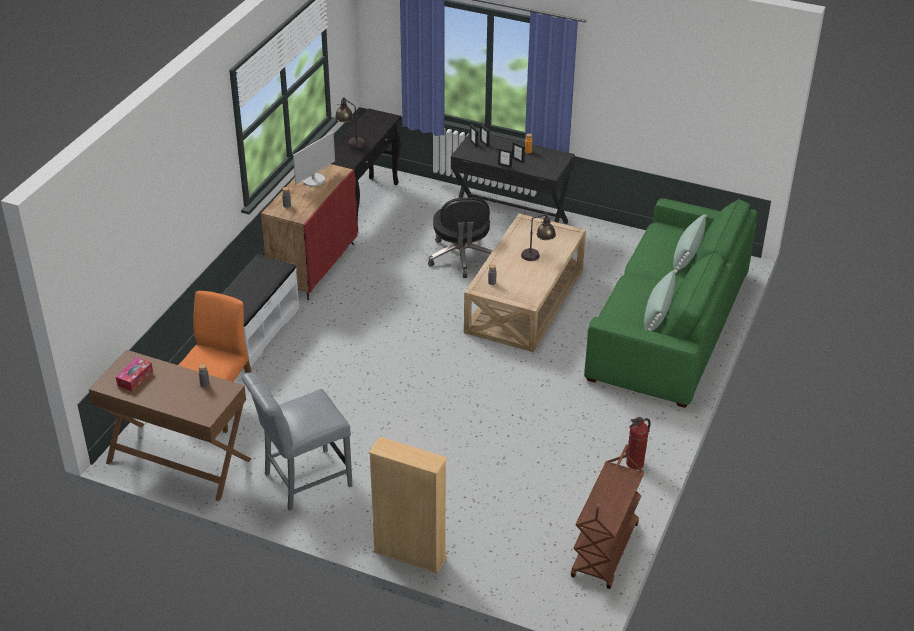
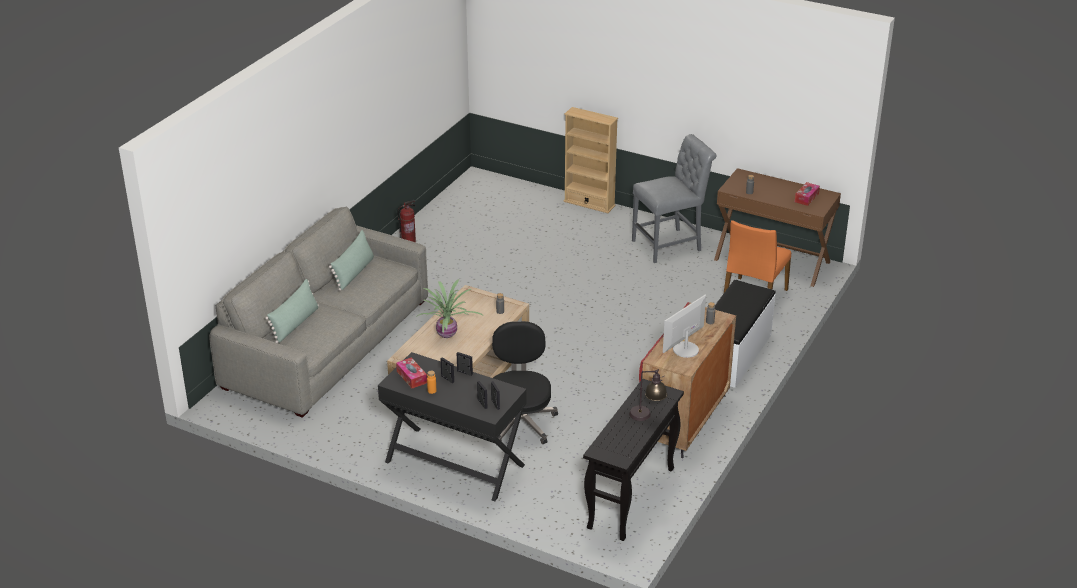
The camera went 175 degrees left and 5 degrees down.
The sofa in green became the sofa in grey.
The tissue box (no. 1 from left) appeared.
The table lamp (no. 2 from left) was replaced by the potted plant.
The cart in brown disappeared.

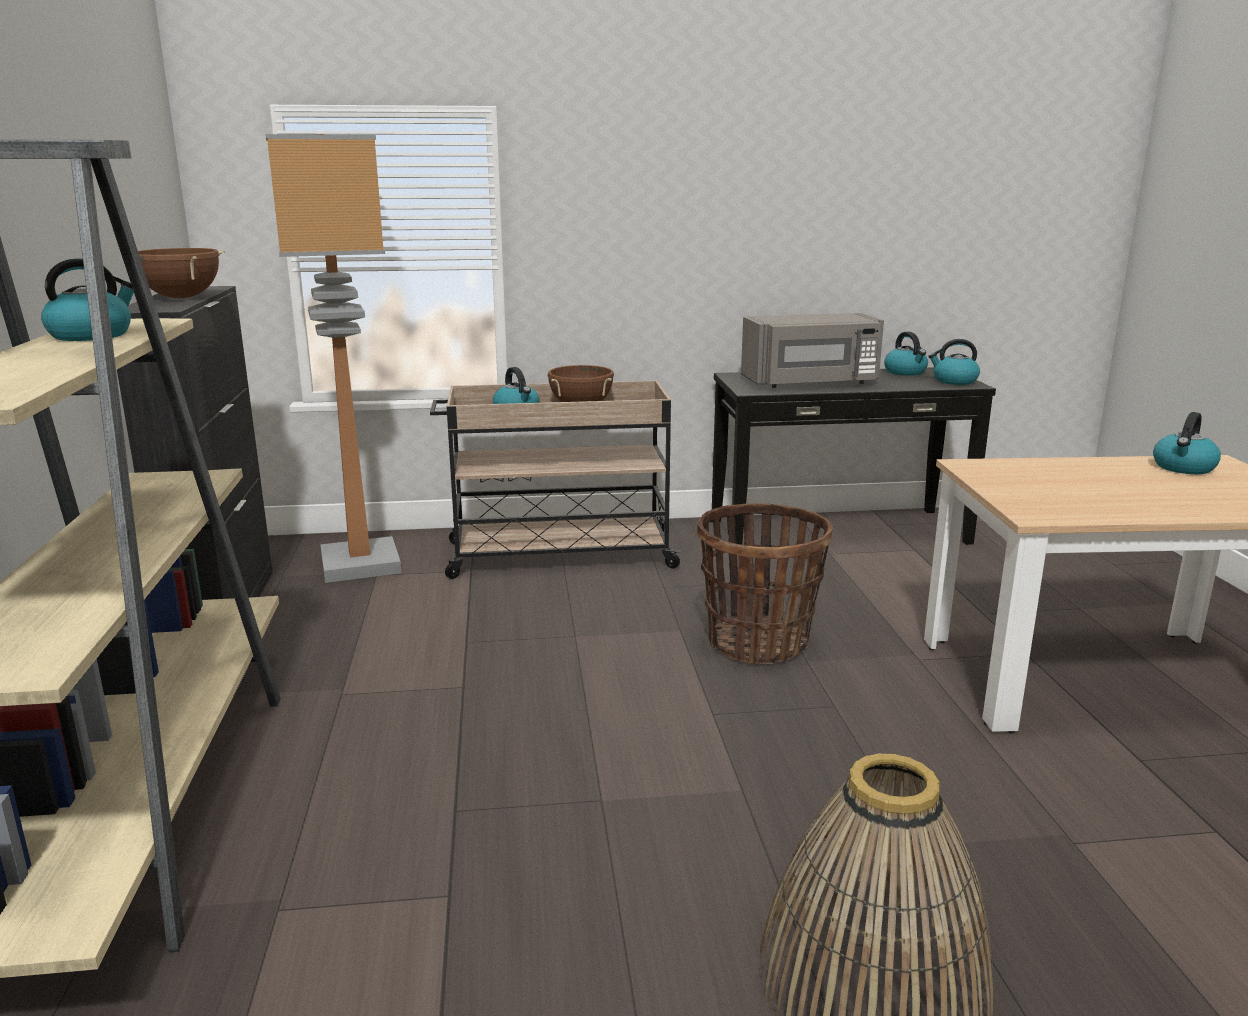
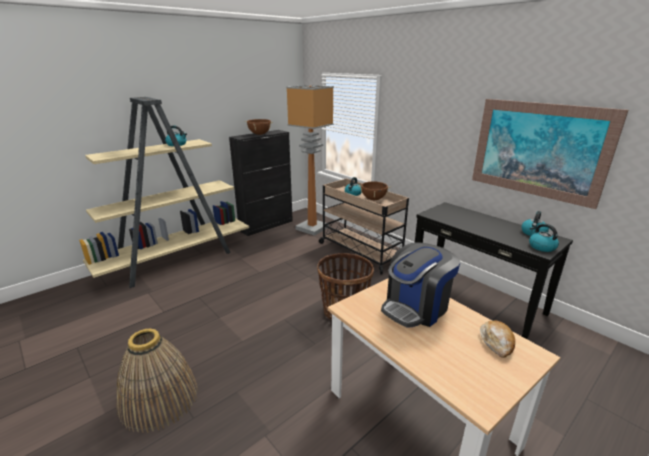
The camera went 55 degrees right and 5 degrees up.
The coffee machine appeared.
The picture appeared.
The kettle (no. 5 from left) was replaced by the bread.
The microwave in grey disappeared.

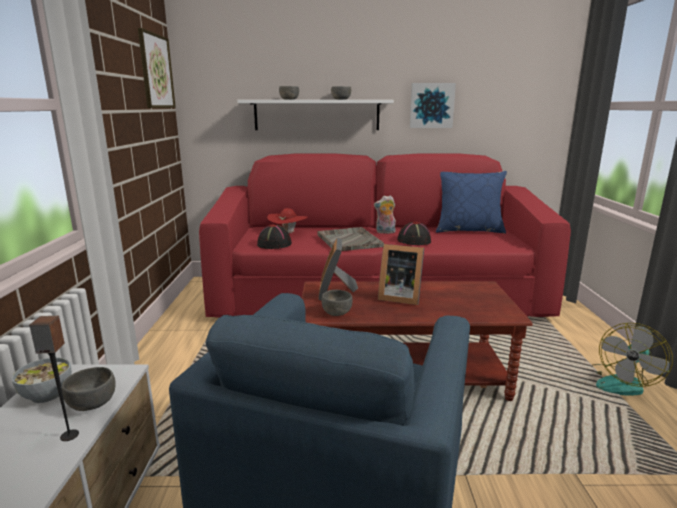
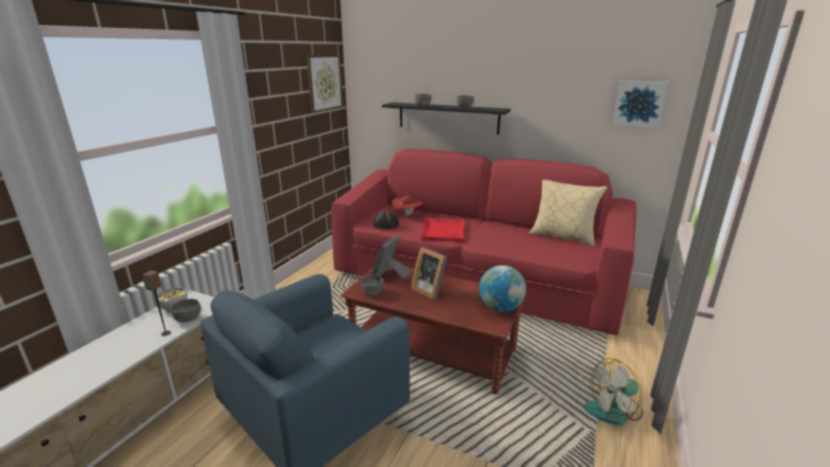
The camera went 25 degrees right and 5 degrees up.
The shelf in white became the shelf in black.
The tray in grey became the tray in red.
The globe appeared.
The pillow in blue became the pillow in beige.
The picture (no. 2 from left) moved.
The plush toy disappeared.
The hat in black (no. 2 from left) disappeared.

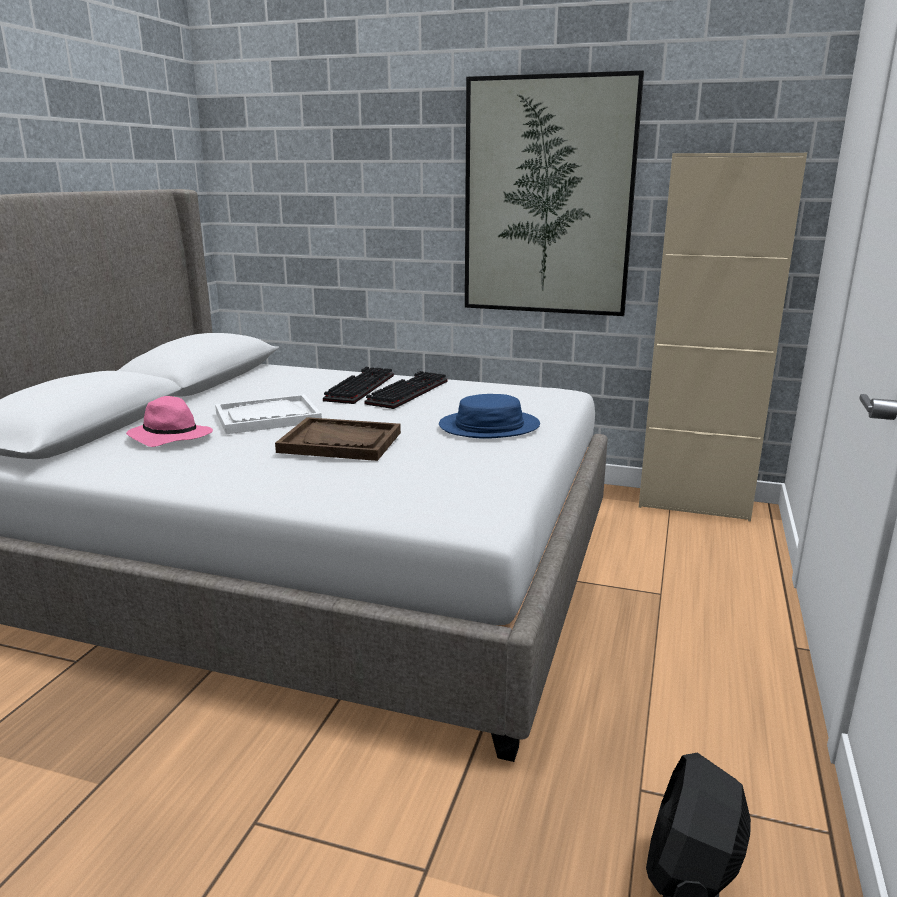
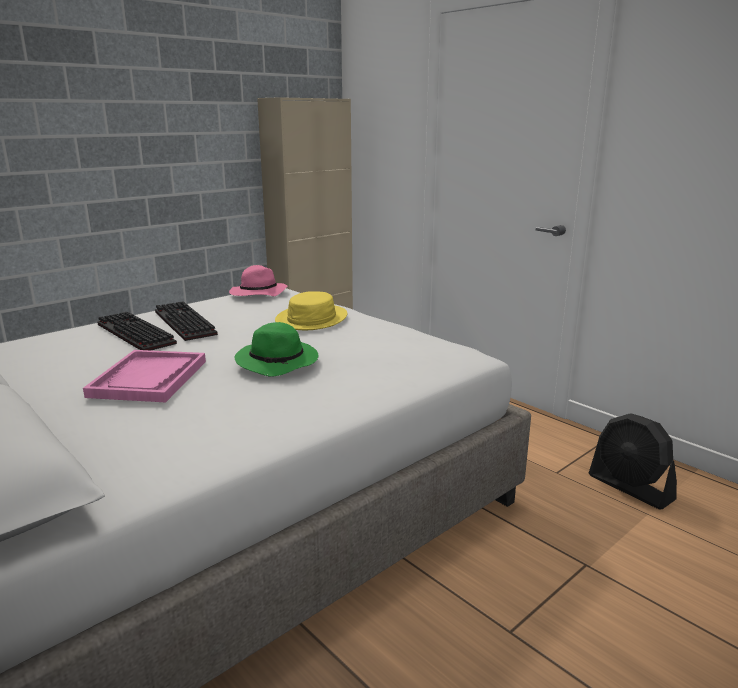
The camera went 60 degrees left and 0 degrees up.
The tray in white became the tray in pink.
The hat in pink moved.
The tray in brown was replaced by the hat in green.
The hat in blue became the hat in yellow.
The picture disappeared.

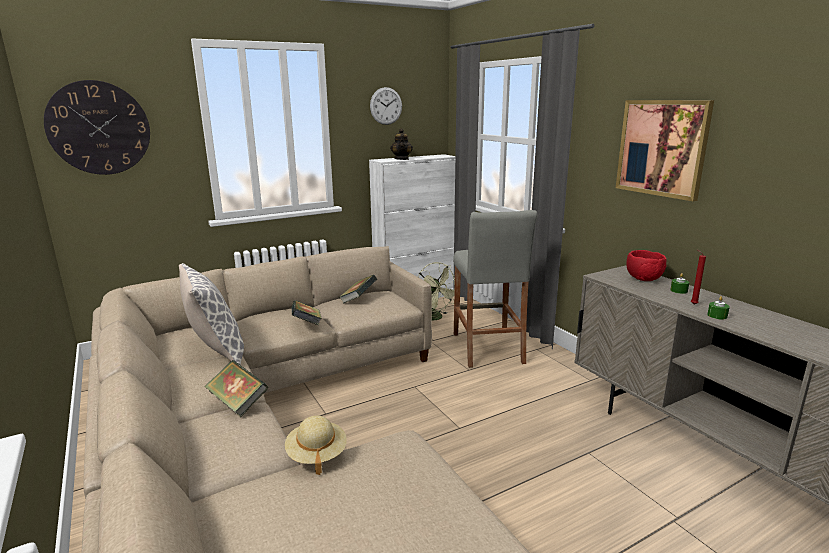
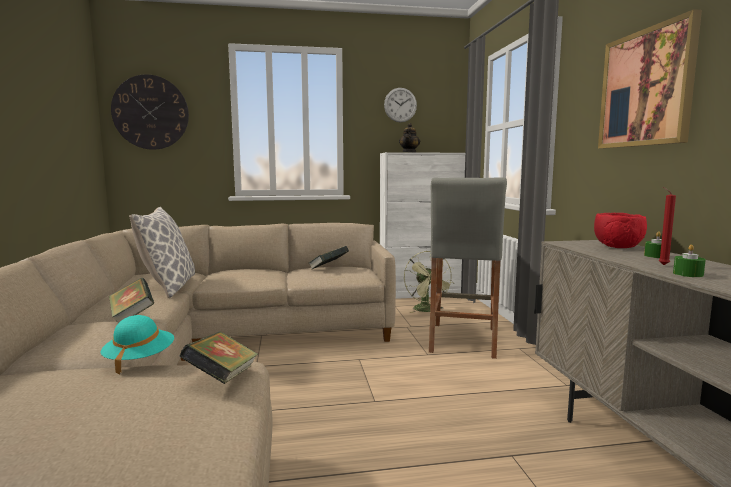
The camera went 20 degrees right and 10 degrees down.
The hat in beige became the hat in turquoise.
The book (no. 2 from left) moved.

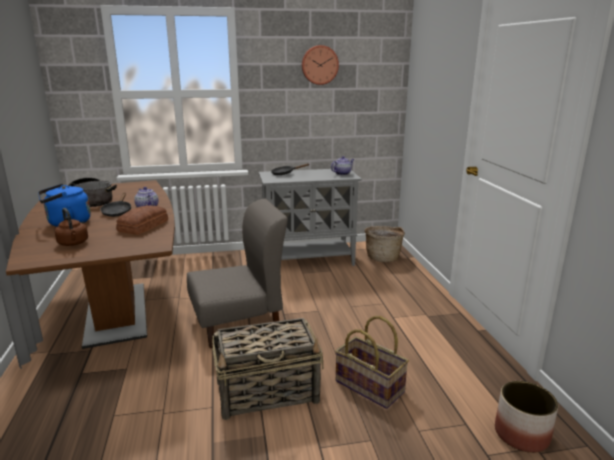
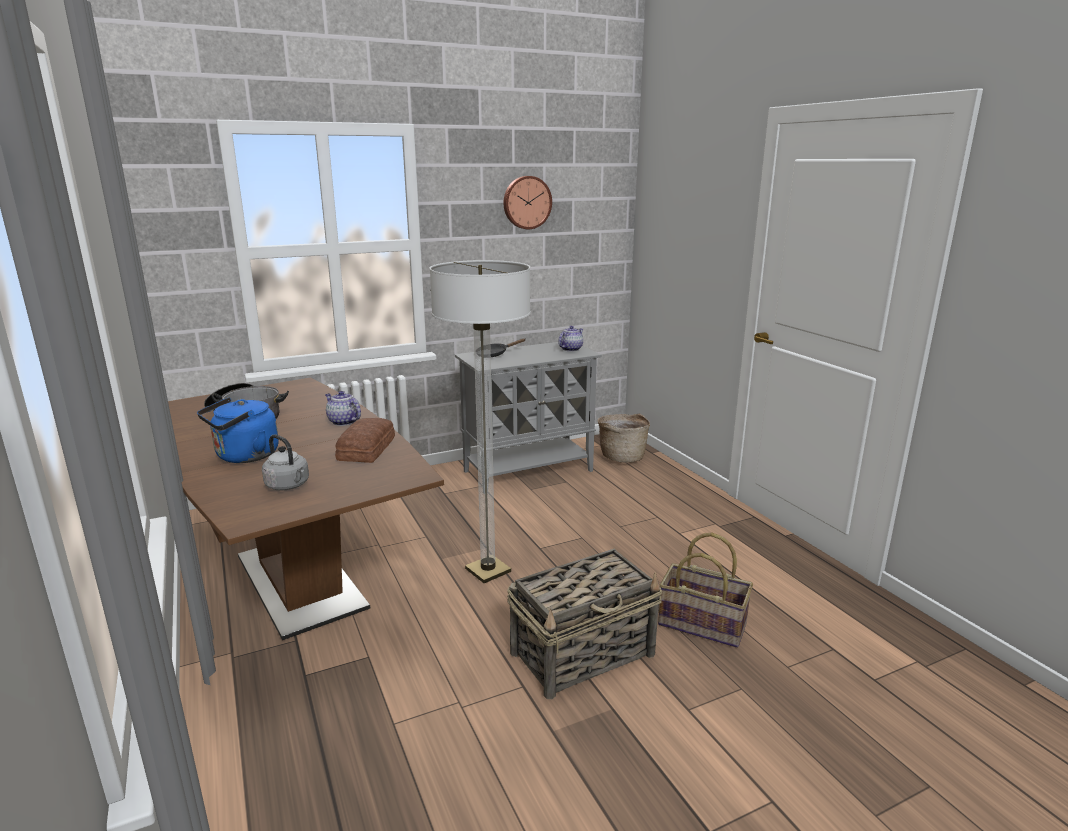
The camera went 15 degrees left and 0 degrees up.
The kettle in brown became the kettle in grey.
The chair in grey was replaced by the floor lamp.
The frying pan in black (no. 1 from left) disappeared.
The planter disappeared.

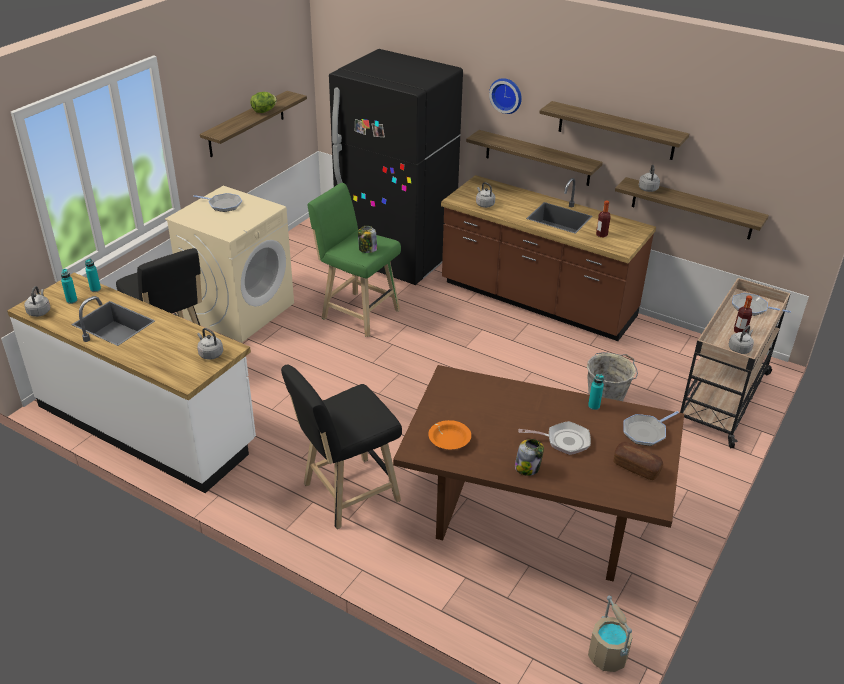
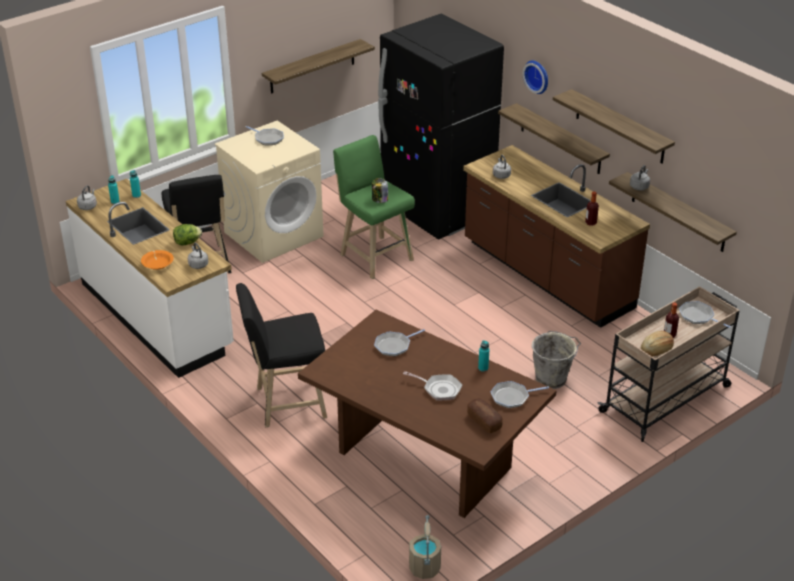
The camera went 20 degrees right and 0 degrees up.
The bowl in orange moved.
The lettuce moved.
The frying pan (no. 2 from left) appeared.
The kettle in grey (no. 5 from left) was replaced by the bread (no. 2 from left).
The jar (no. 2 from left) disappeared.

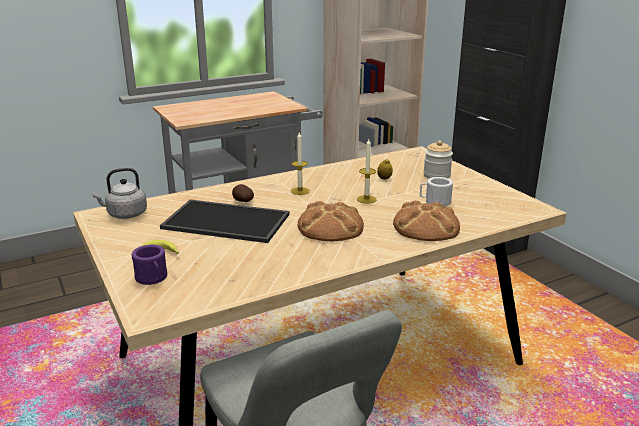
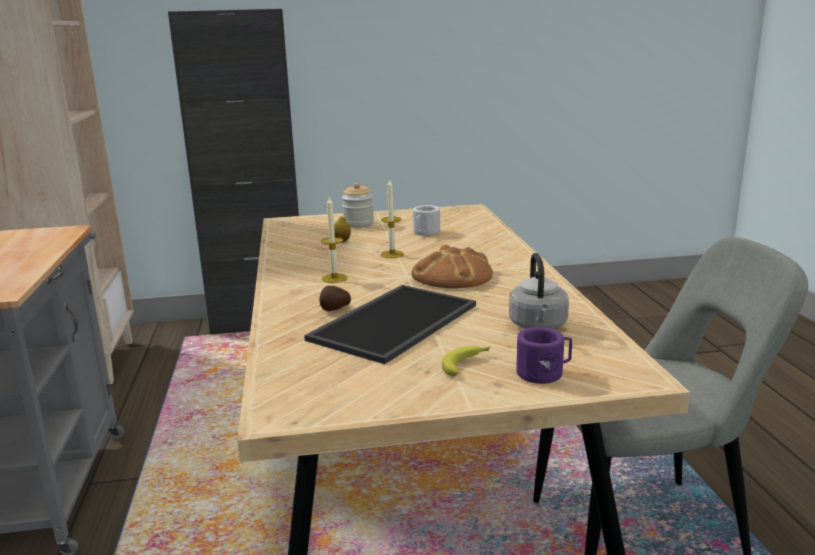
The camera went 70 degrees left and 5 degrees down.
The kettle in grey moved.
The bread (no. 2 from left) disappeared.

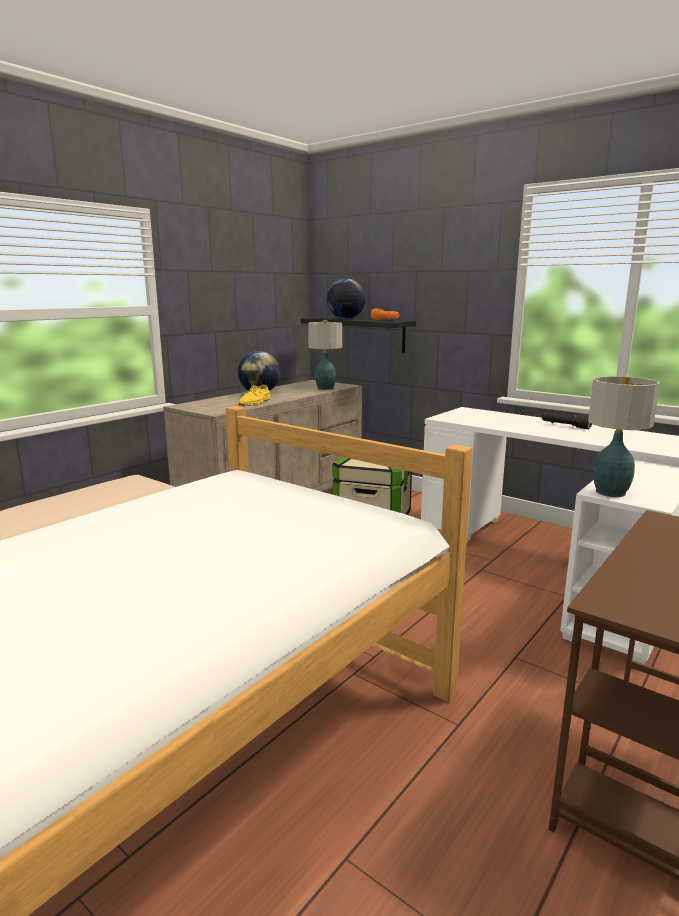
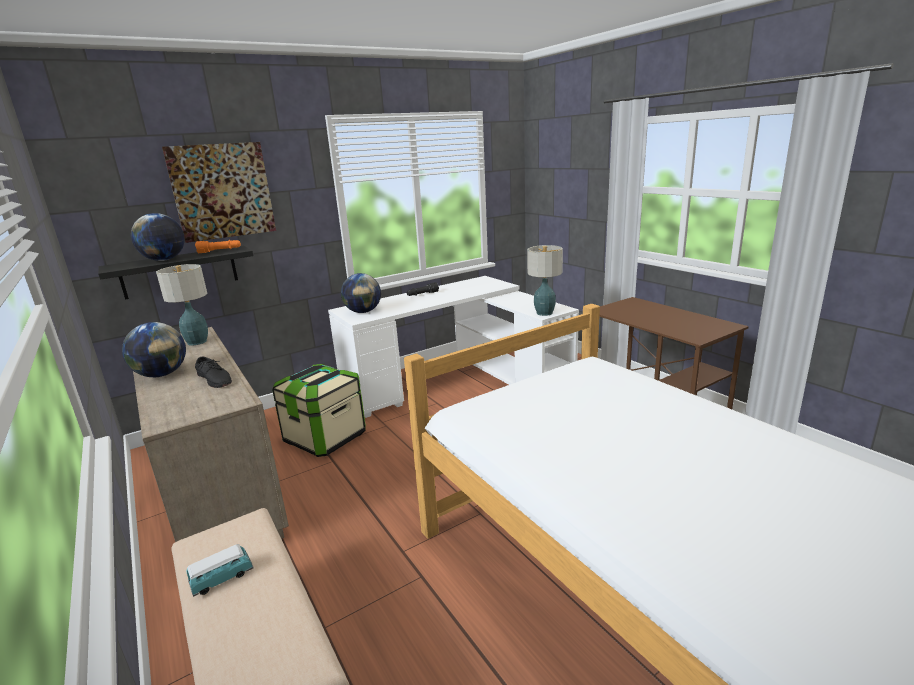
The camera went 70 degrees left and 5 degrees up.
The picture appeared.
The toy car appeared.
The shoe in yellow became the shoe in black.
The globe (no. 3 from left) appeared.

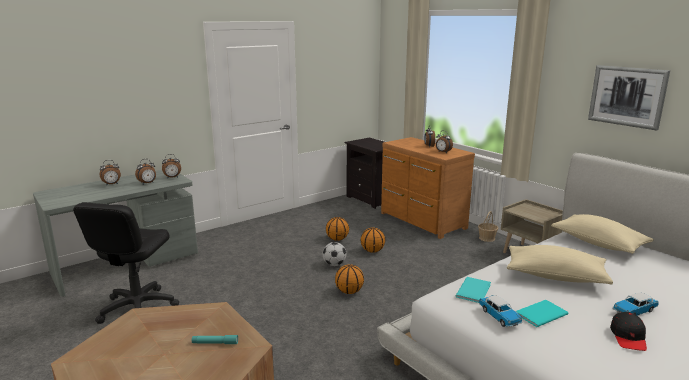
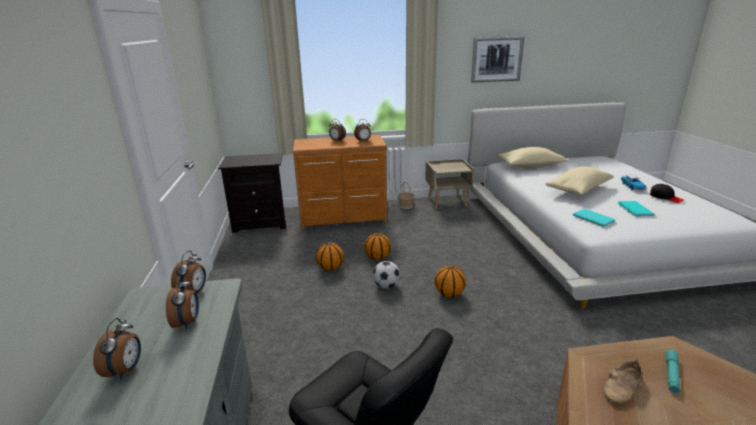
The camera went 60 degrees left and 5 degrees up.
The shoe in beige appeared.
The toy car (no. 1 from left) disappeared.

